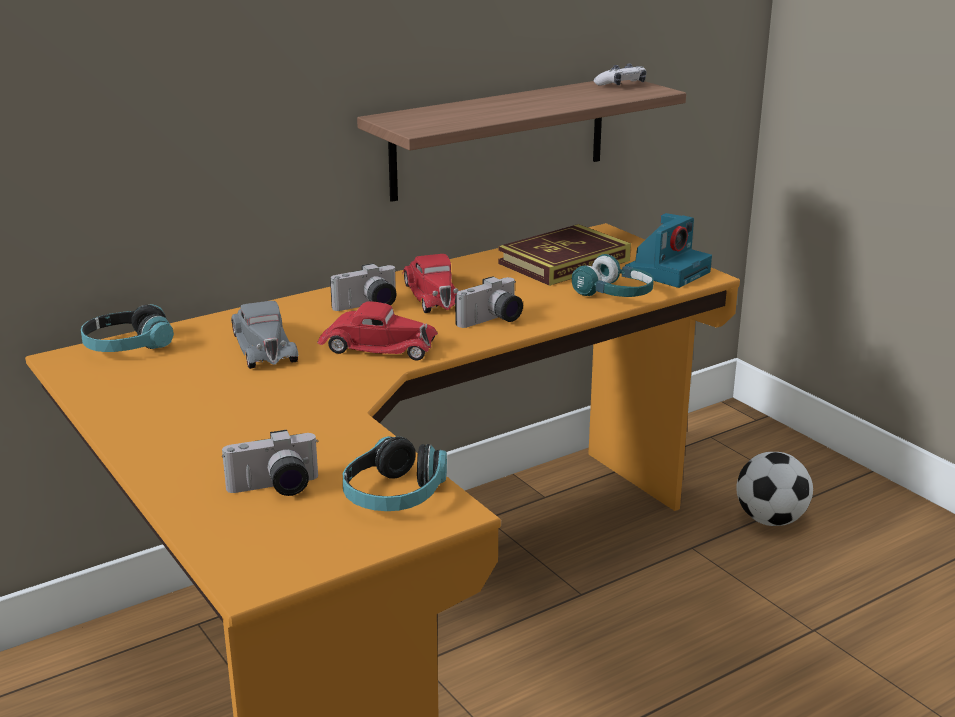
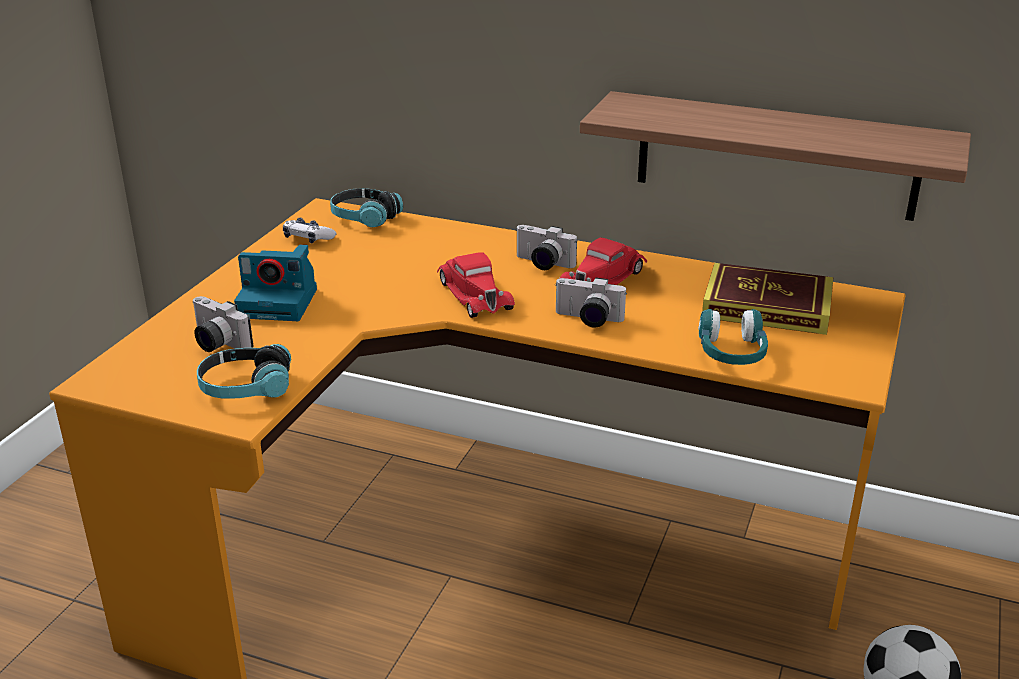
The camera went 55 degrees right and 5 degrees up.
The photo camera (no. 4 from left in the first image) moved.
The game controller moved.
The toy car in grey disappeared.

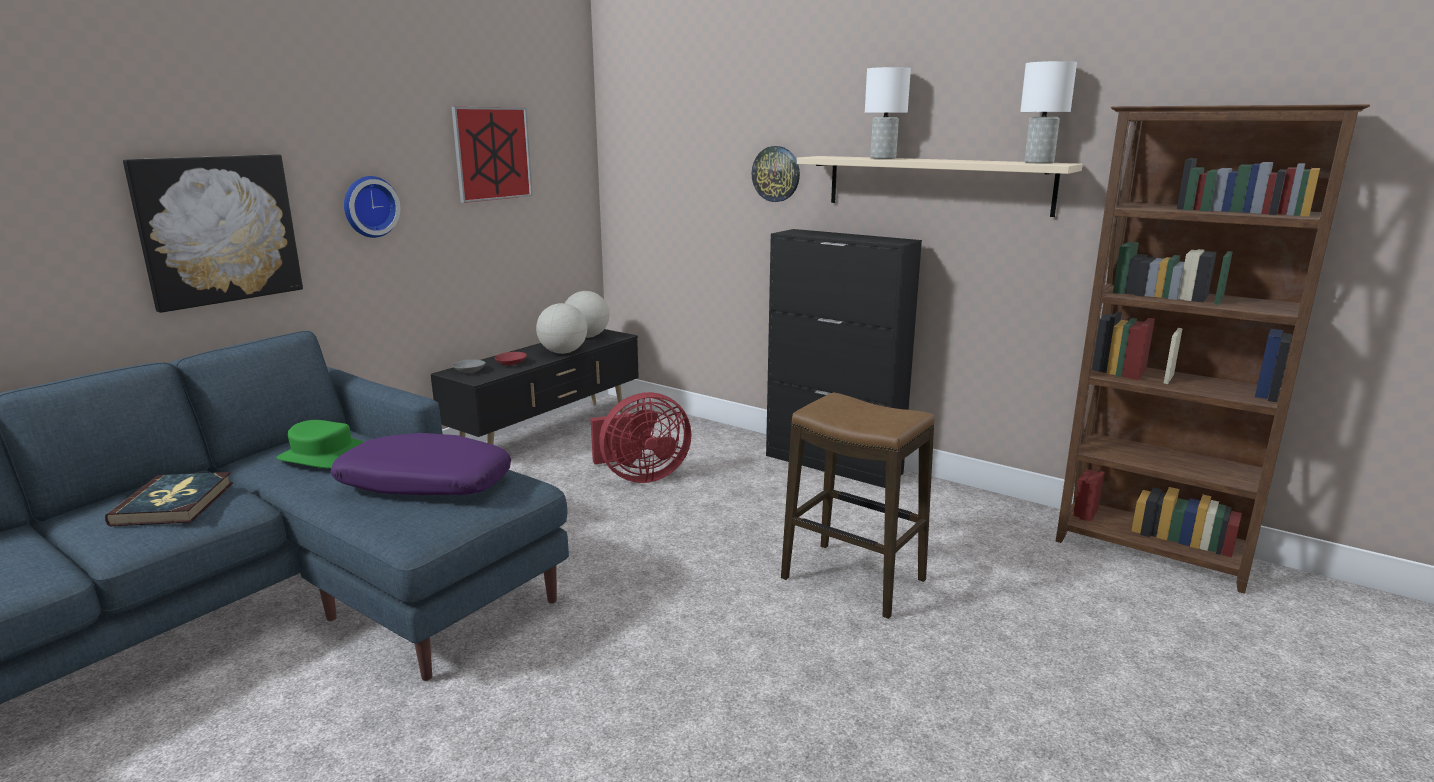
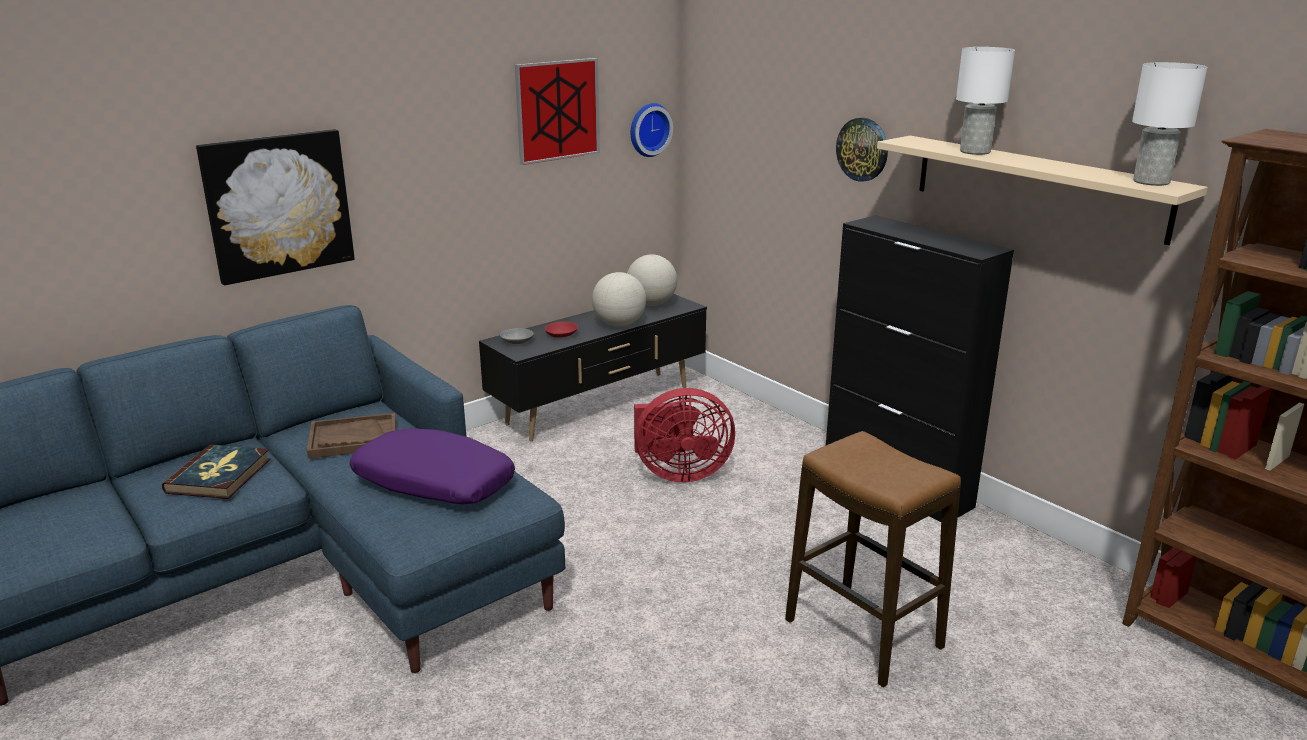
The camera went 15 degrees right and 5 degrees up.
The hat in green was replaced by the tray in brown.
The wall clock (no. 1 from left) moved.

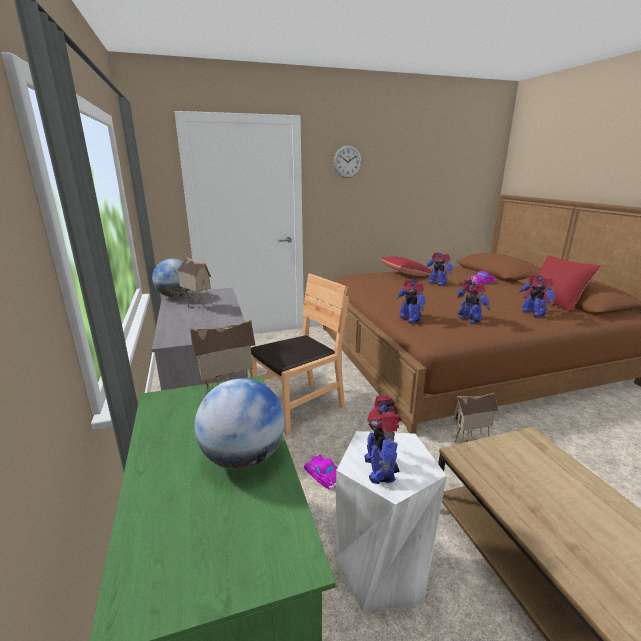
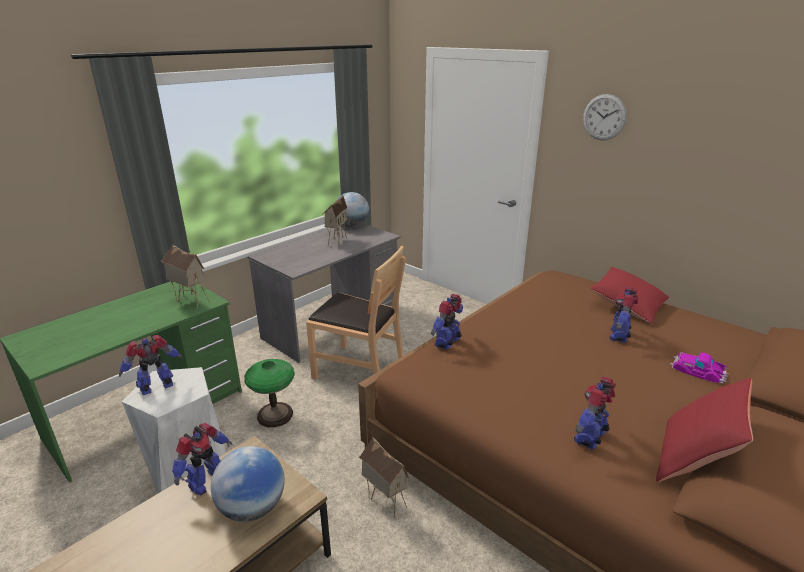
The camera went 60 degrees right and 5 degrees up.
The toy robot (no. 4 from left in the first image) moved.
The globe (no. 2 from left in the first image) moved.
The toy car (no. 1 from left) was replaced by the table lamp.

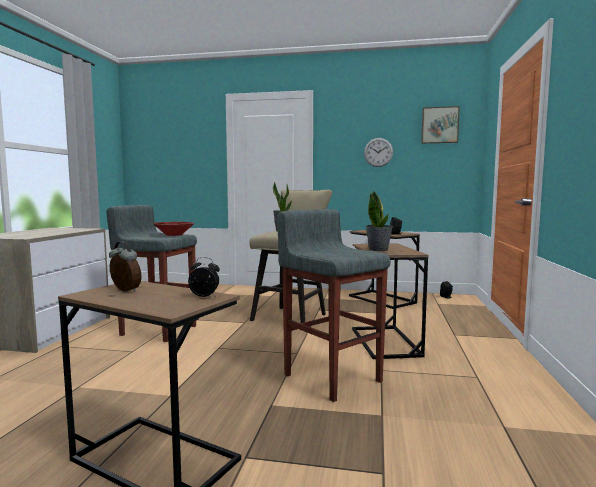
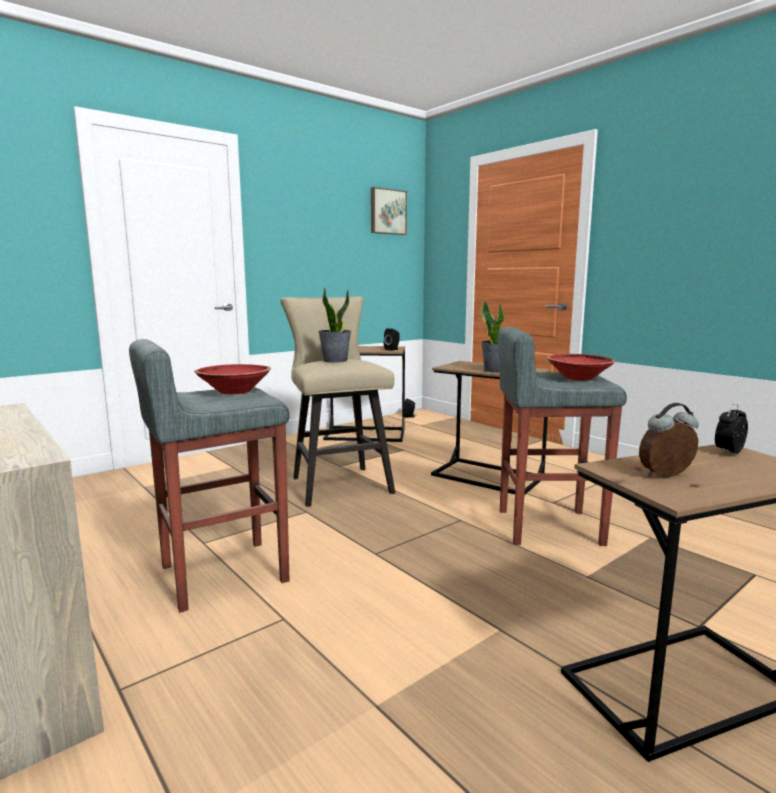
The camera went 50 degrees left and 5 degrees up.
The bowl in red (no. 2 from left) appeared.
The wall clock disappeared.

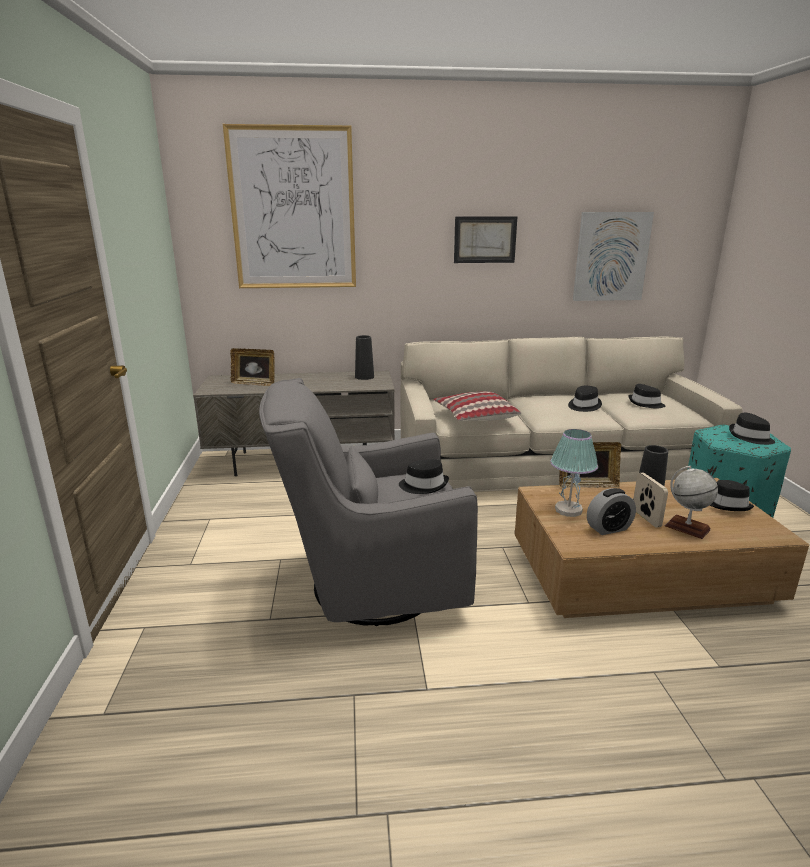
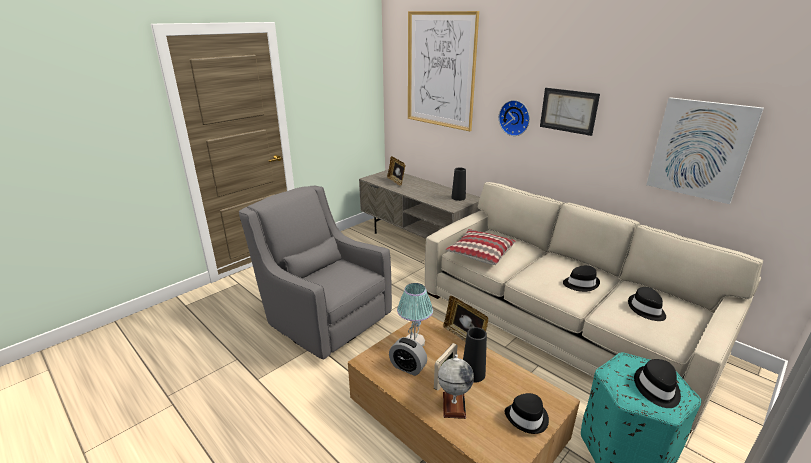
The camera went 50 degrees right and 5 degrees up.
The wall clock appeared.
The hat in black (no. 1 from left) disappeared.

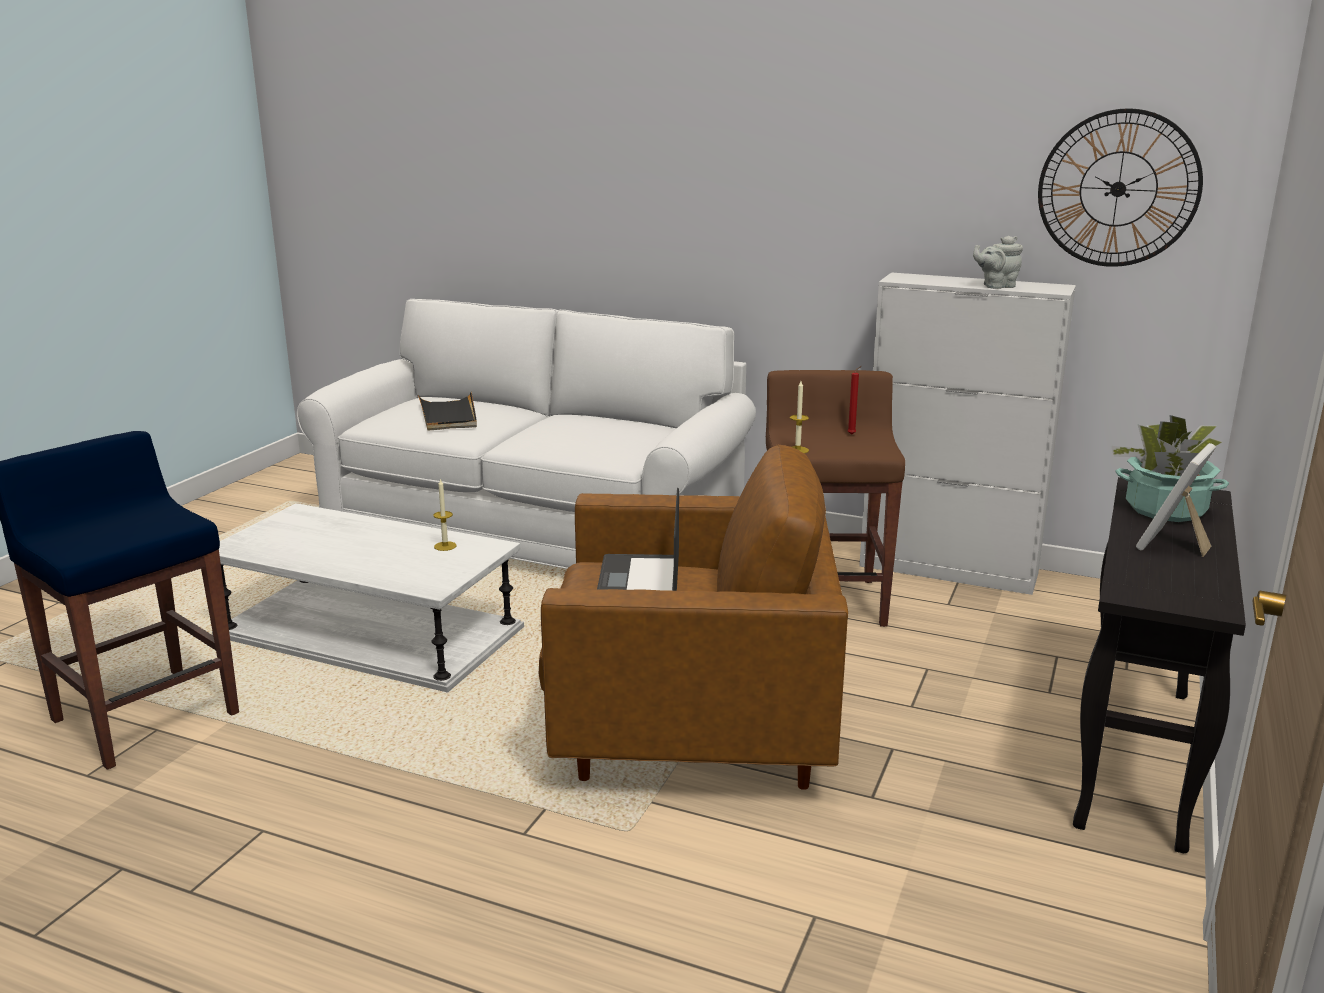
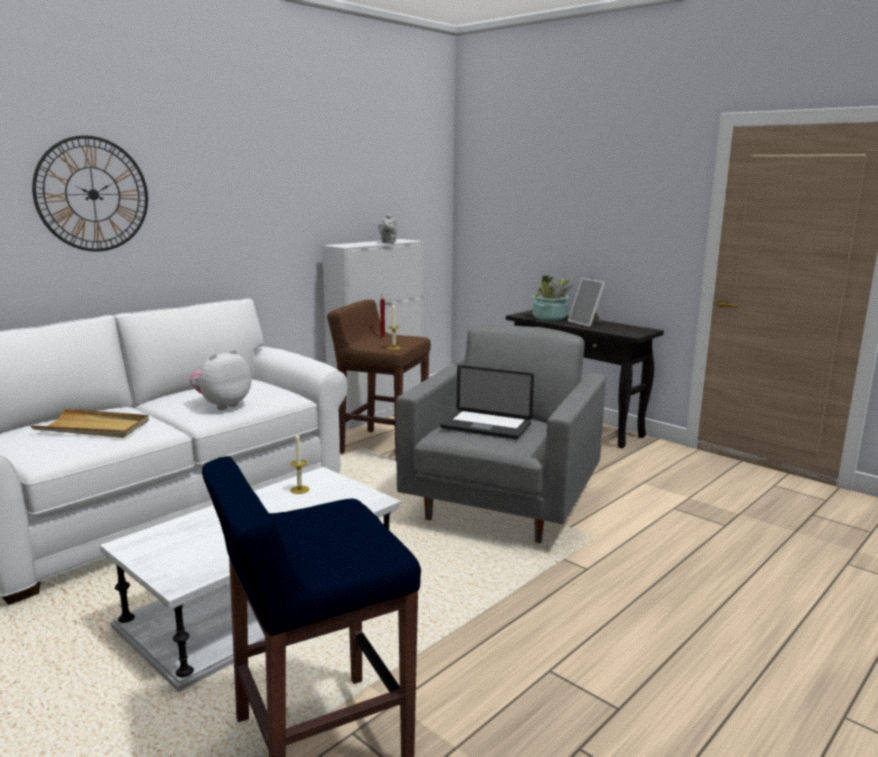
The camera went 70 degrees left and 5 degrees down.
The tray in black became the tray in beige.
The wall clock moved.
The plush toy appeared.
The armchair in brown became the armchair in grey.

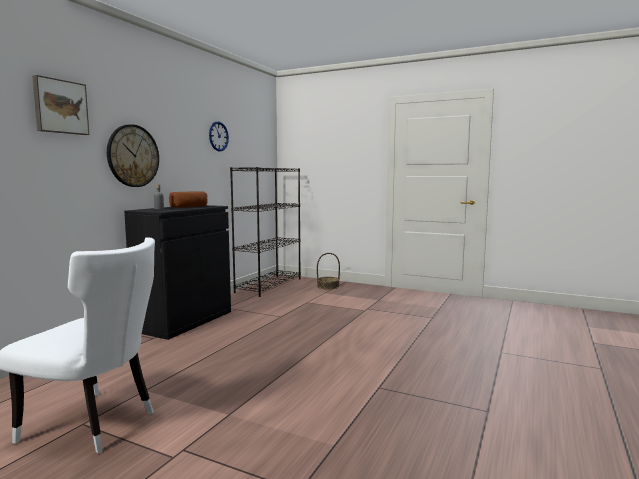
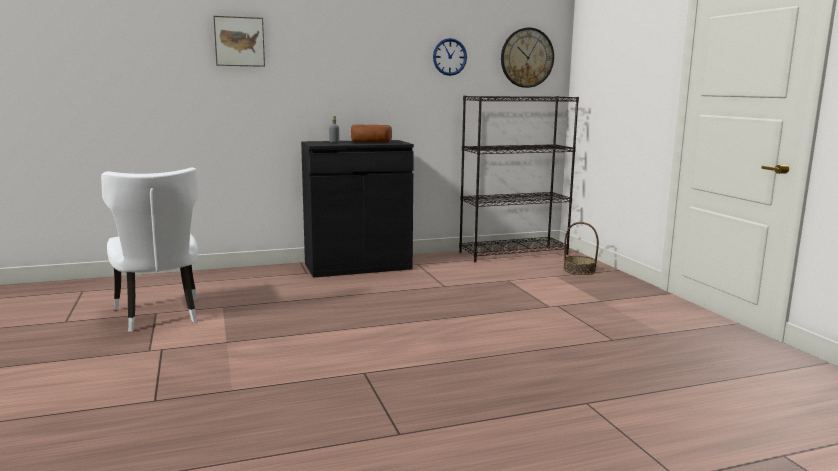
The camera went 45 degrees right and 5 degrees up.
The wall clock (no. 1 from left in the first image) moved.

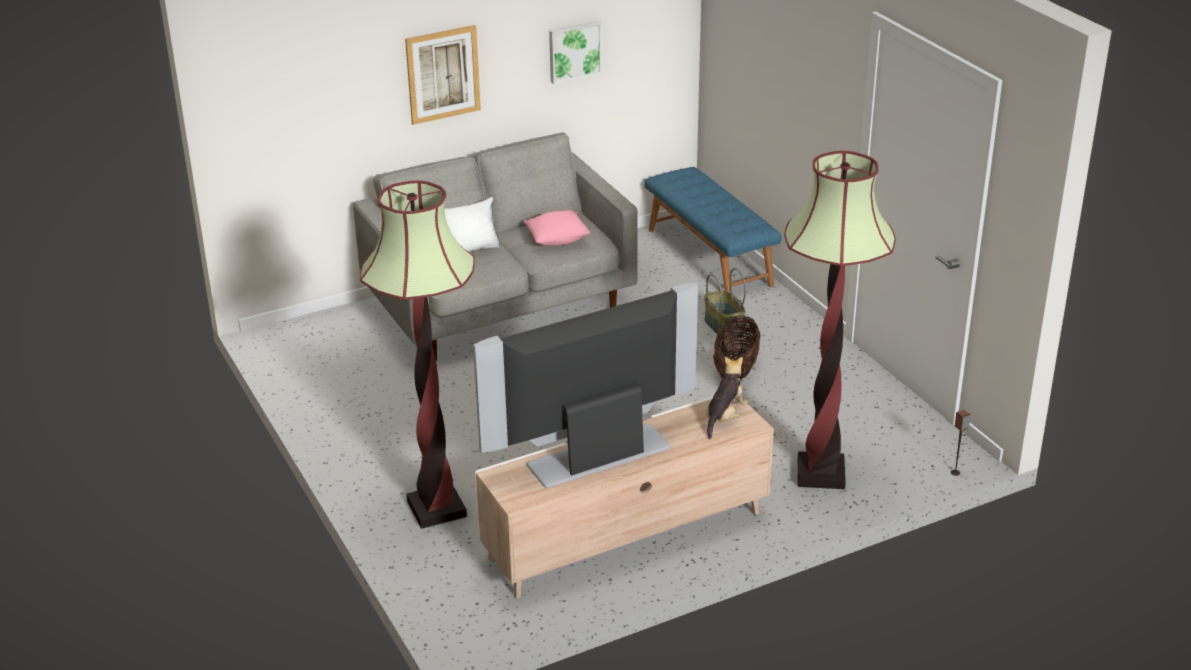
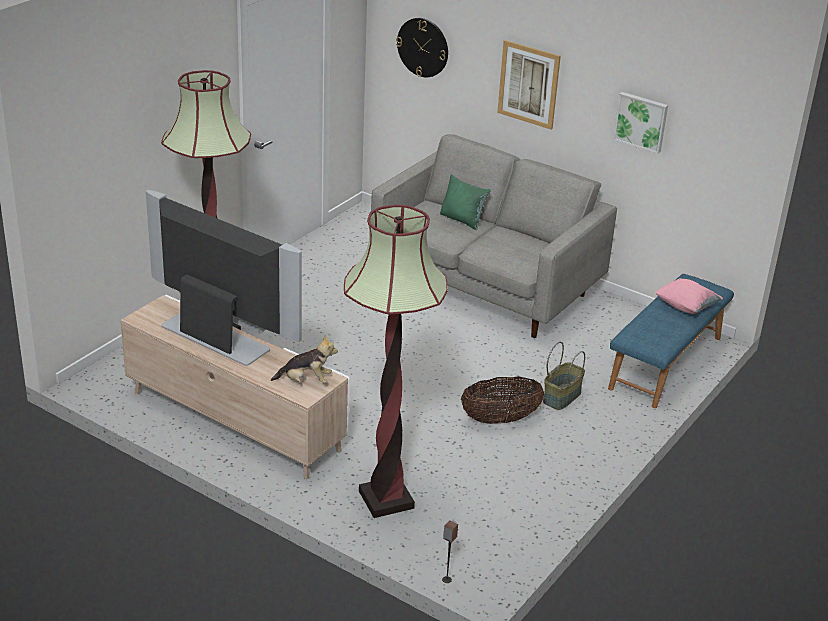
The camera went 60 degrees right and 0 degrees up.
The wall clock appeared.
The pillow in white became the pillow in green.
The pillow in pink moved.

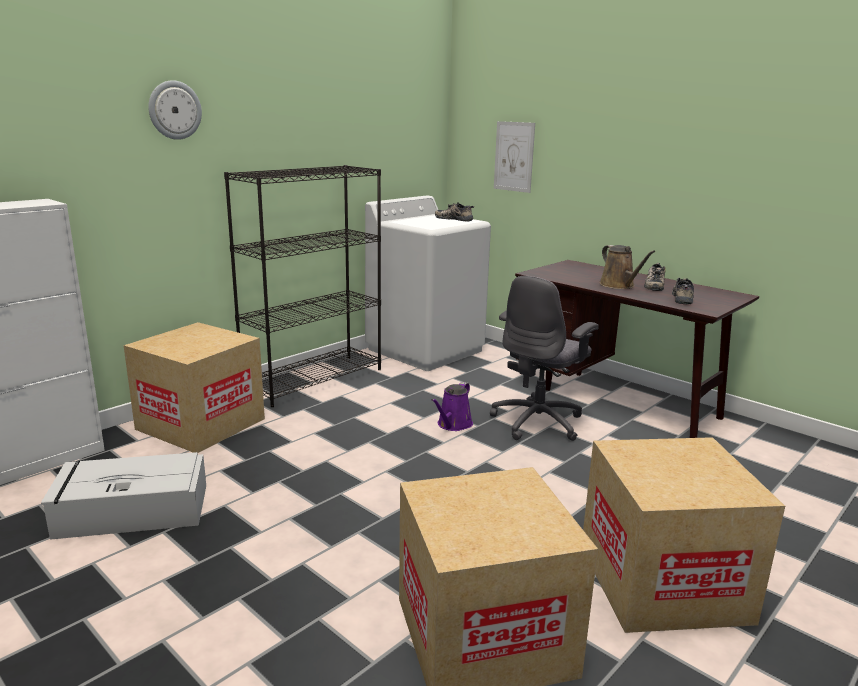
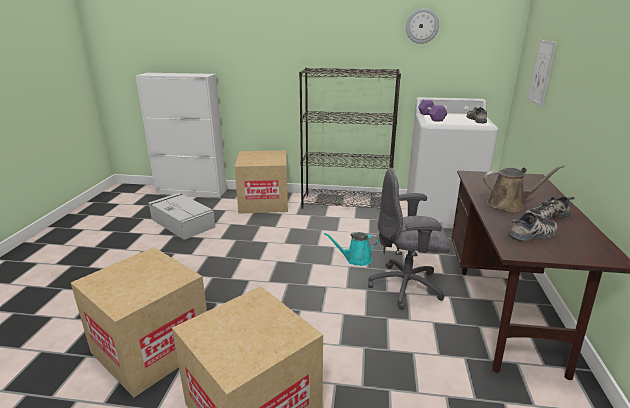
The camera went 55 degrees right and 5 degrees up.
The watering can in purple became the watering can in turquoise.
The wall clock moved.
The dumbbell in purple appeared.
The watering can in brown turned 120 degrees counterclockwise.

